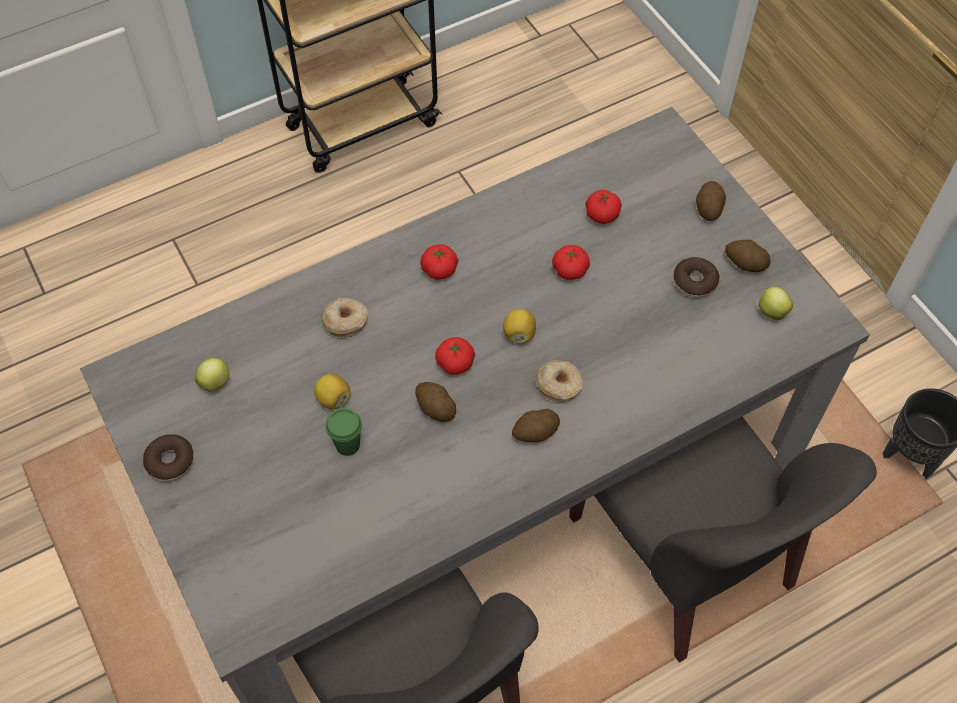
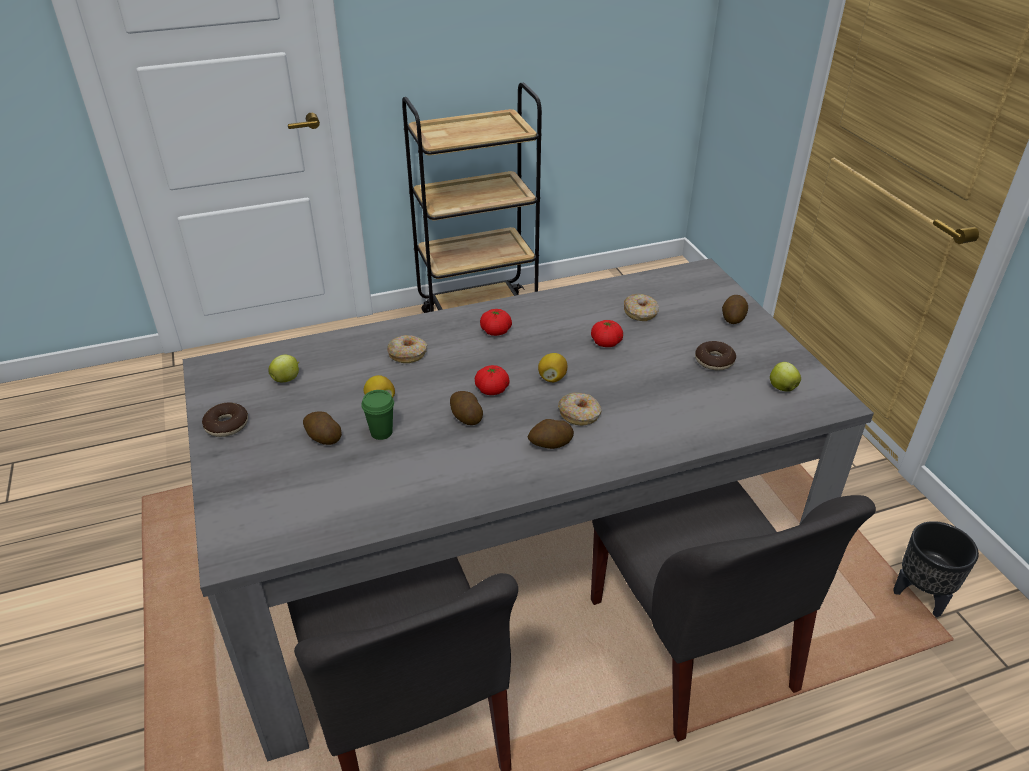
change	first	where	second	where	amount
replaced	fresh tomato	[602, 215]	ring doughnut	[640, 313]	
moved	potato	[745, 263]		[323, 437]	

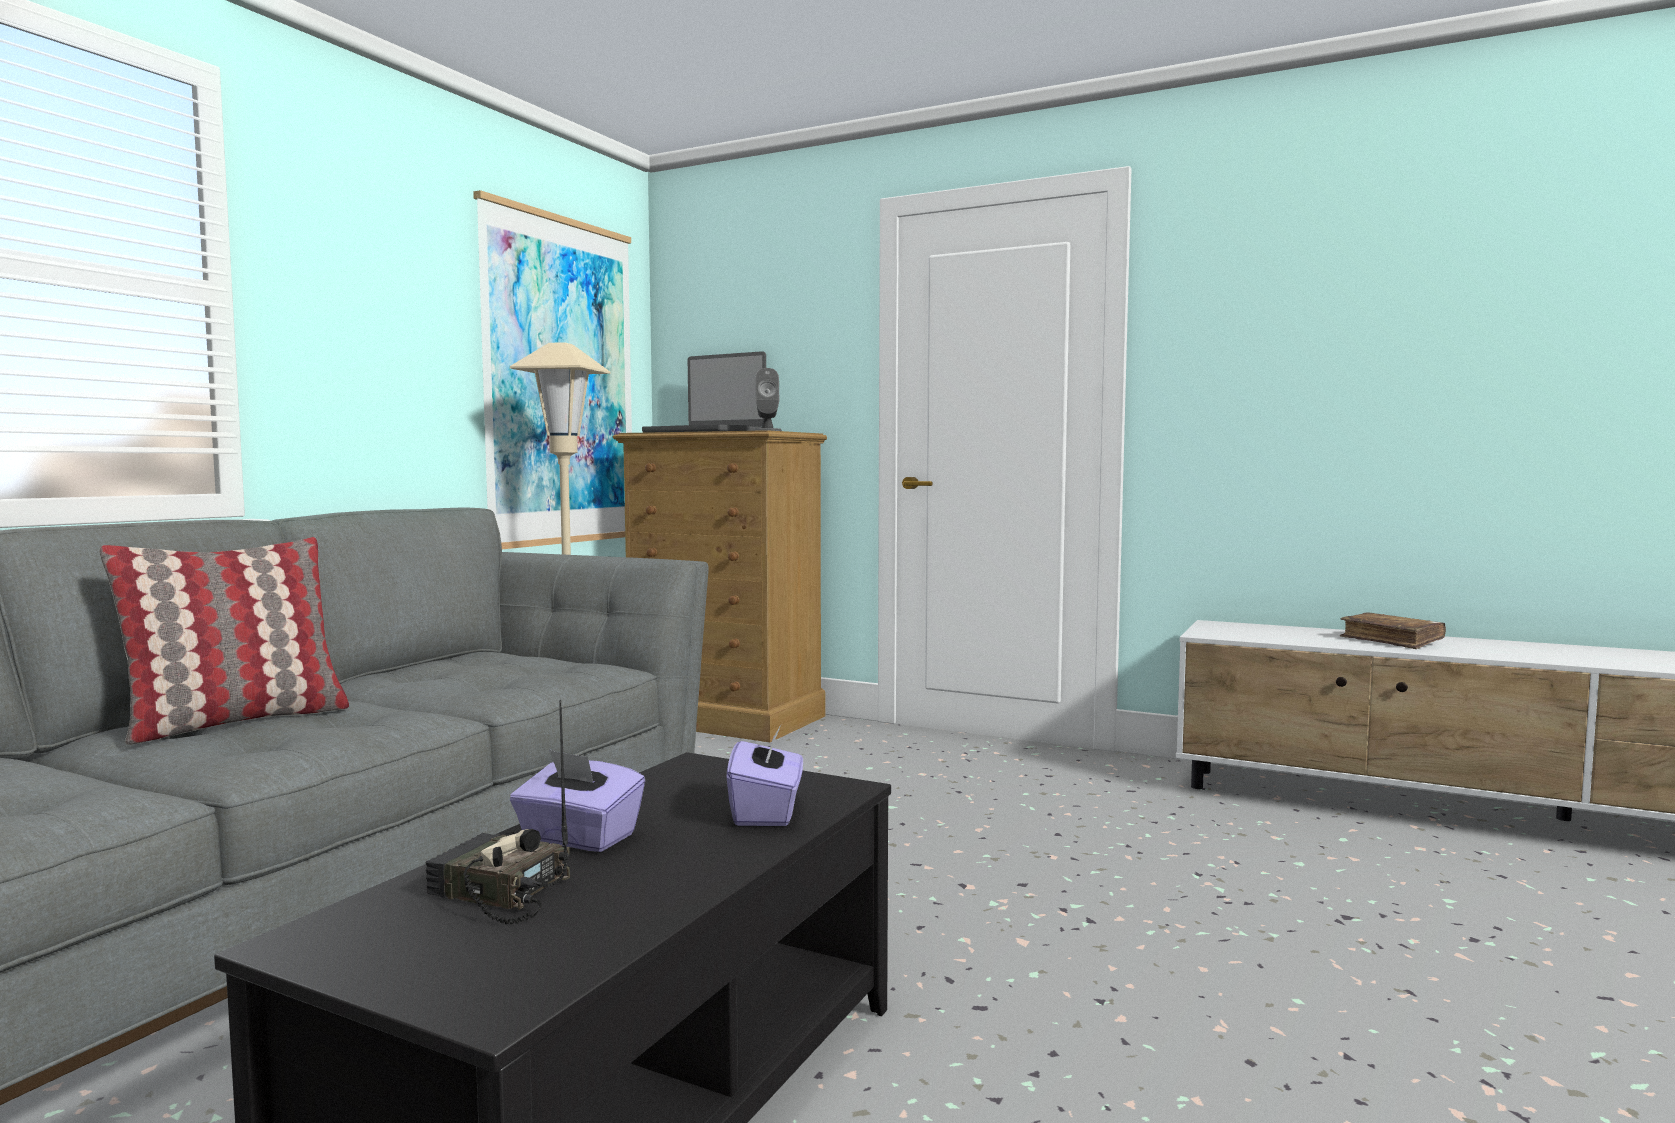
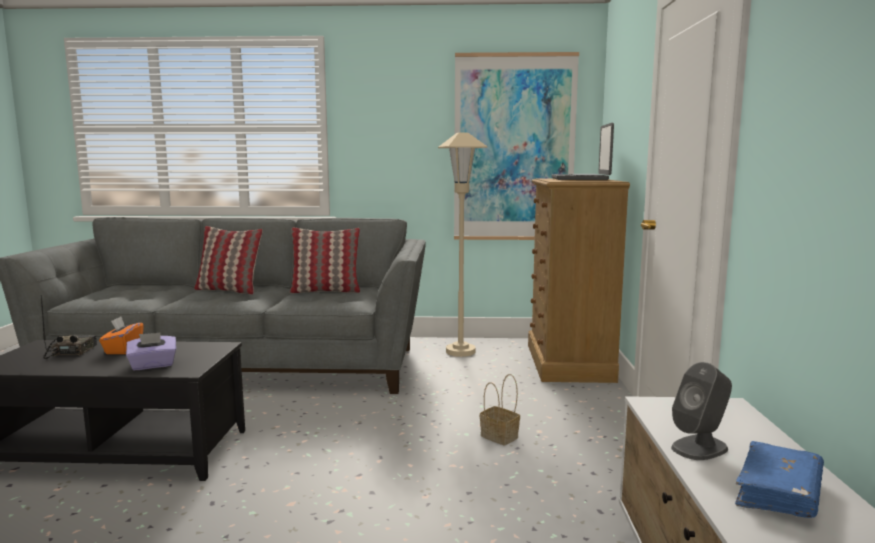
change	first	where	second	where	amount
recoloured	purple-coloured box of tissues	[578, 838]	orange box of tissues	[123, 349]	
moved	greyish speaker	[767, 431]		[700, 447]	
recoloured	brownish volume	[1391, 641]	blue-coloured volume	[778, 492]	
added			cushion	[325, 291]	
added			household basket	[500, 437]	

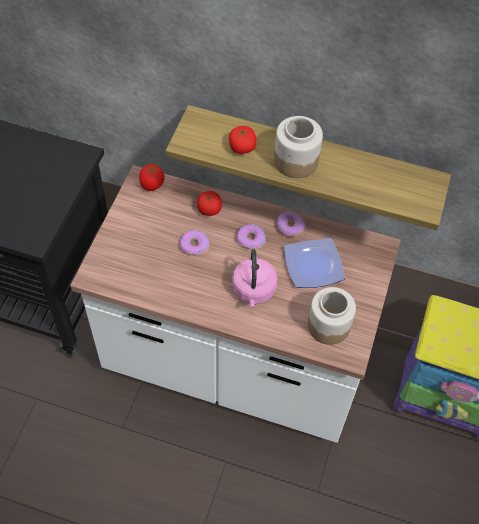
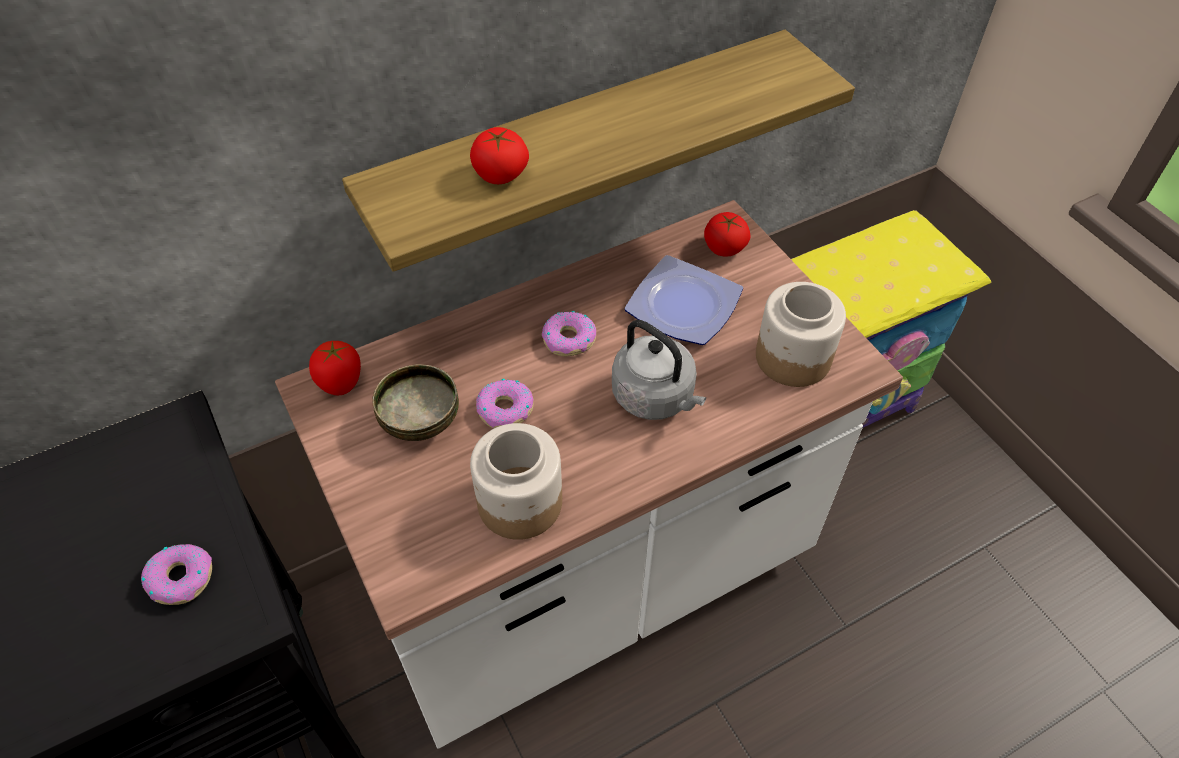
change	first	where	second	where	amount
moved	fresh tomato	[209, 209]		[724, 248]	
recoloured	pink water kettle	[254, 291]	greyish water kettle	[656, 397]	
moved	storage jar	[295, 160]		[518, 502]	
moved	ring doughnut	[290, 226]		[181, 578]	
added			deep dish	[420, 421]	

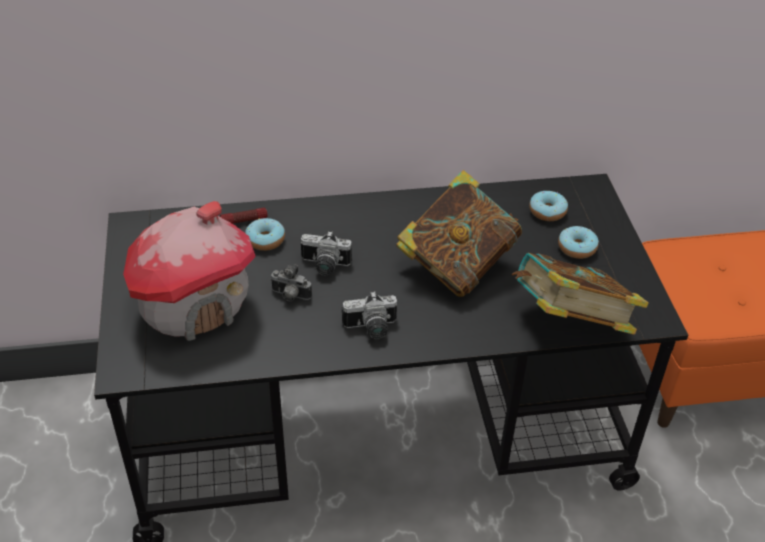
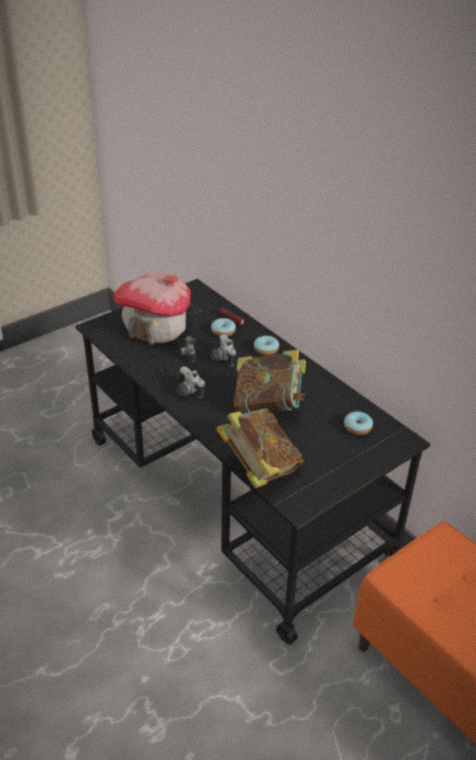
change	first	where	second	where	amount
moved	ring doughnut	[576, 248]		[266, 349]	

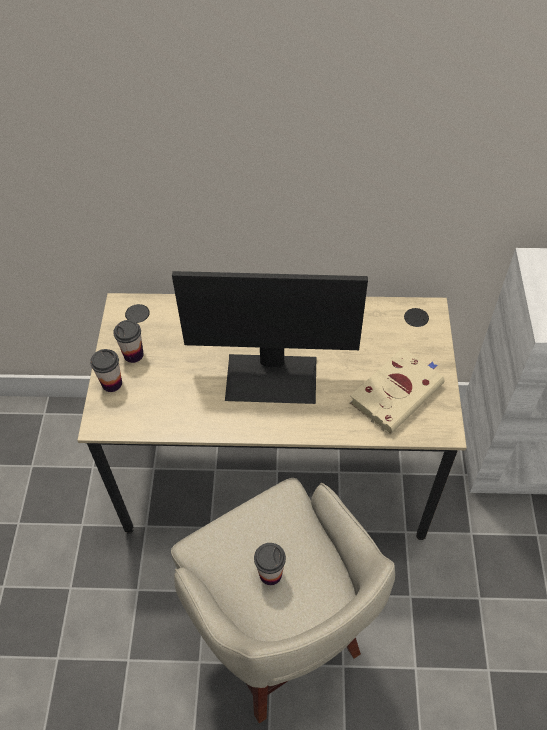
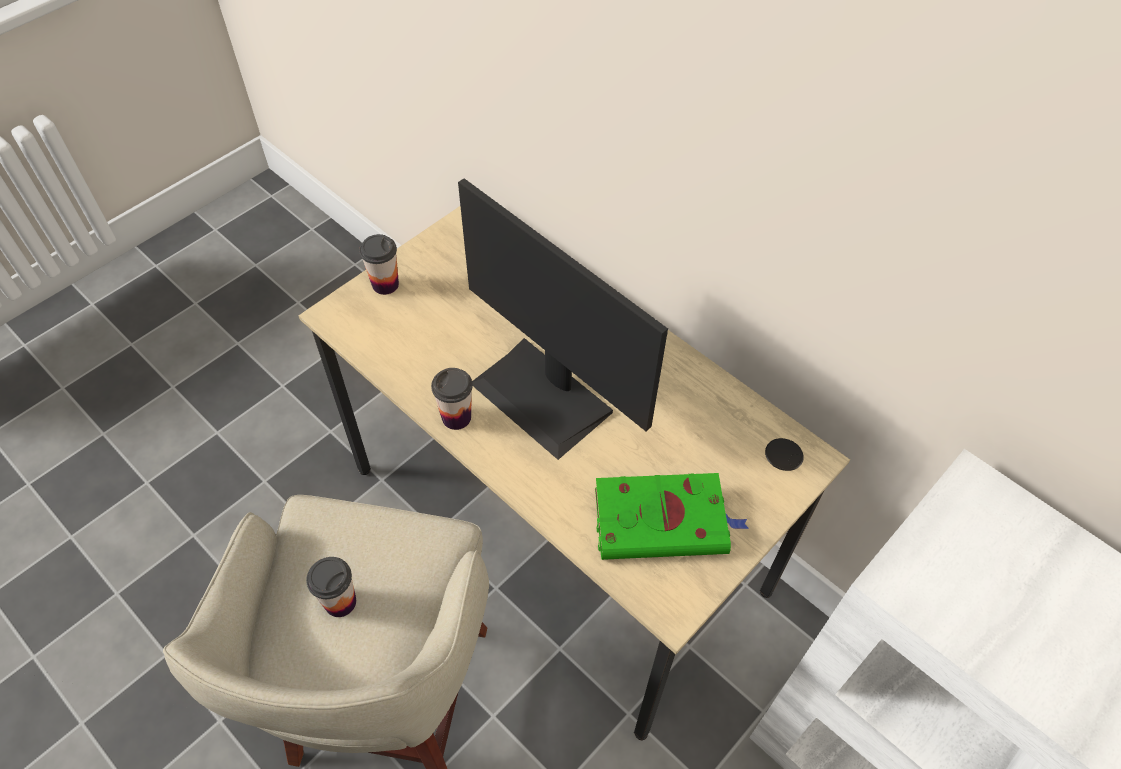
change	first	where	second	where	amount
moved	drinking cup	[133, 354]		[456, 417]	
recoloured	beige-coloured volume	[397, 392]	greenish volume	[664, 520]	

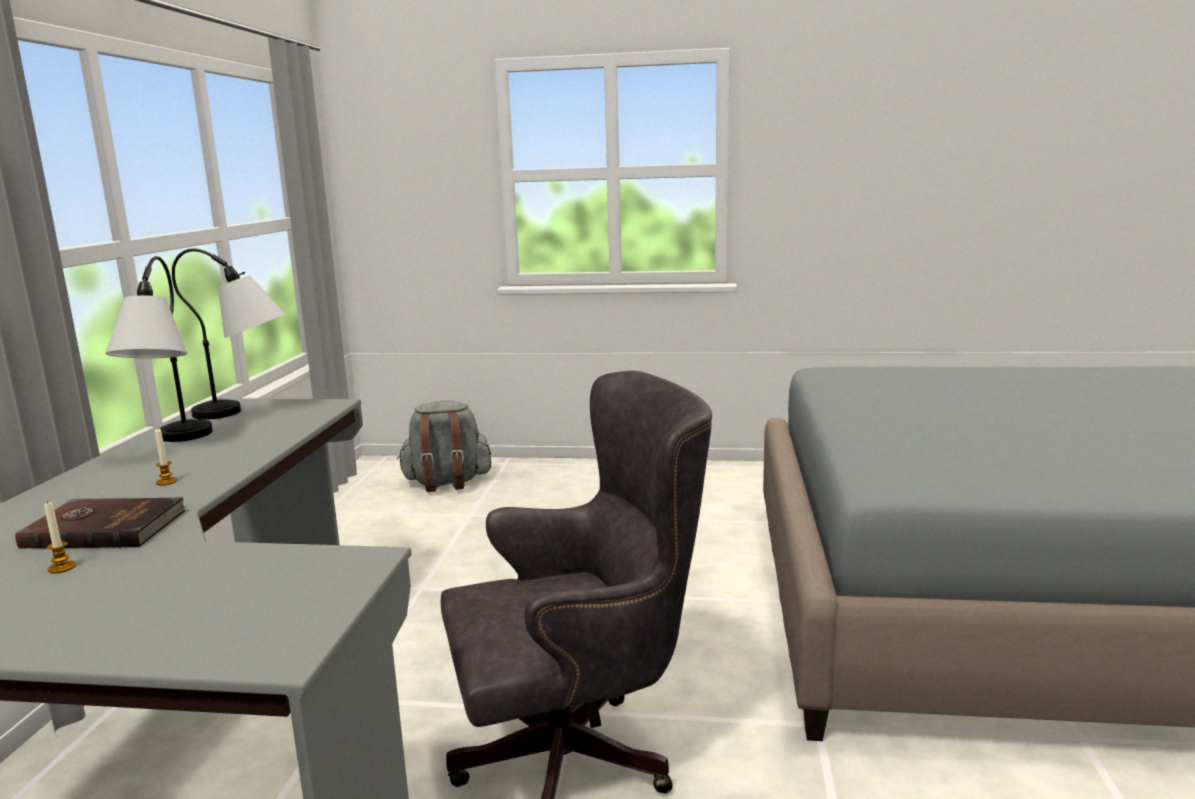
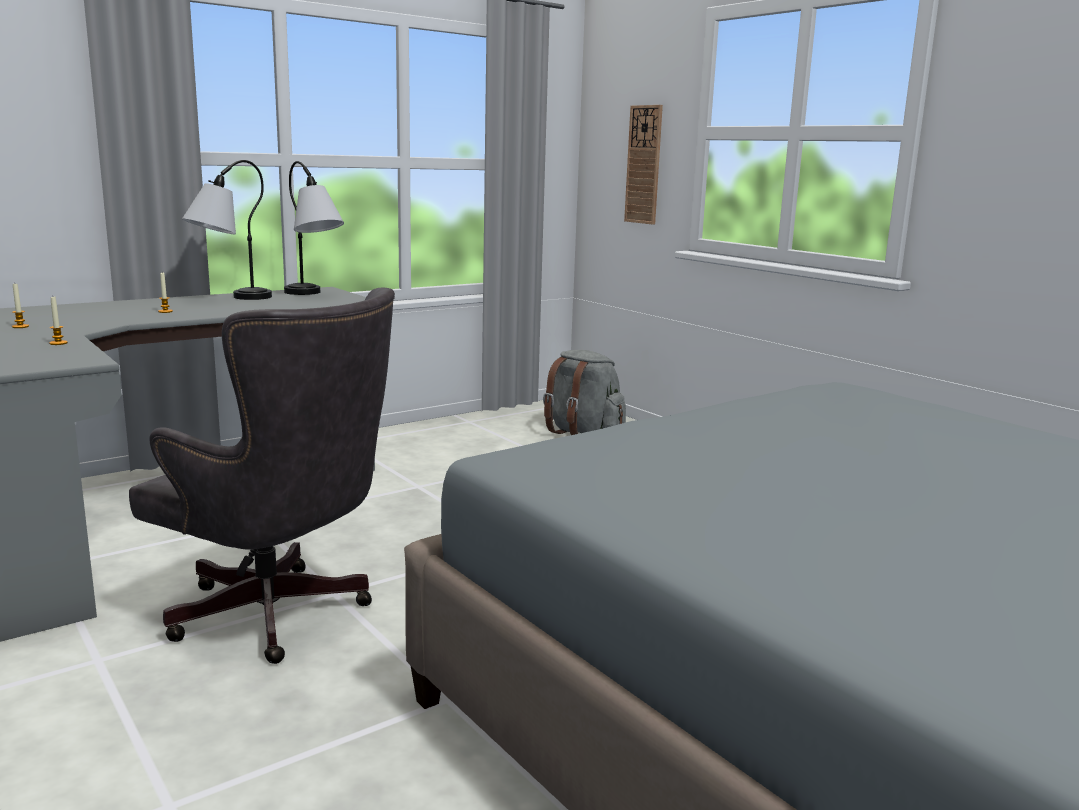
change	first	where	second	where	amount
removed	brownish volume	[105, 528]			
added			candle	[58, 343]	
added			wall clock	[644, 165]	

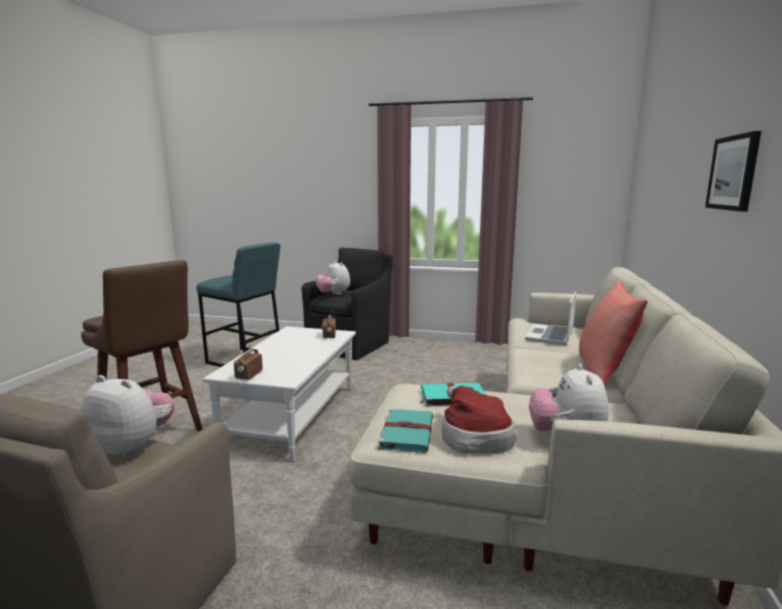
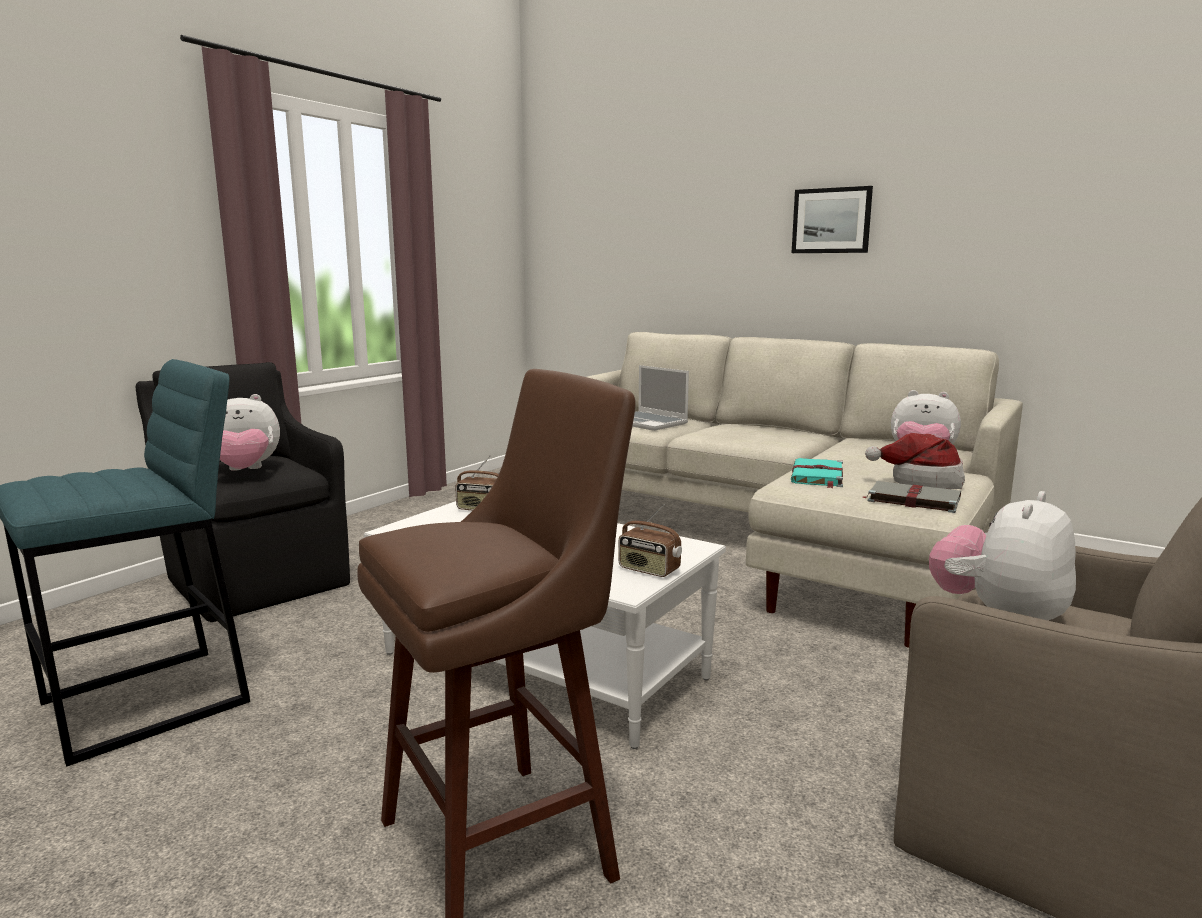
change	first	where	second	where	amount
recoloured	turquoise volume	[407, 432]	greyish volume	[912, 499]	
removed	red cushion	[603, 372]			

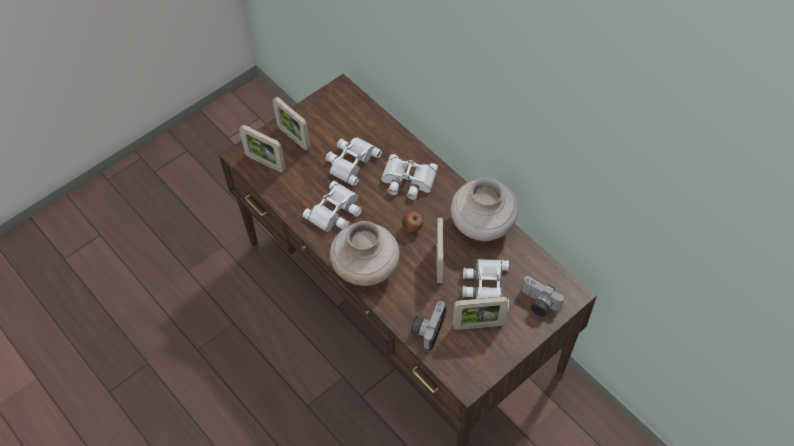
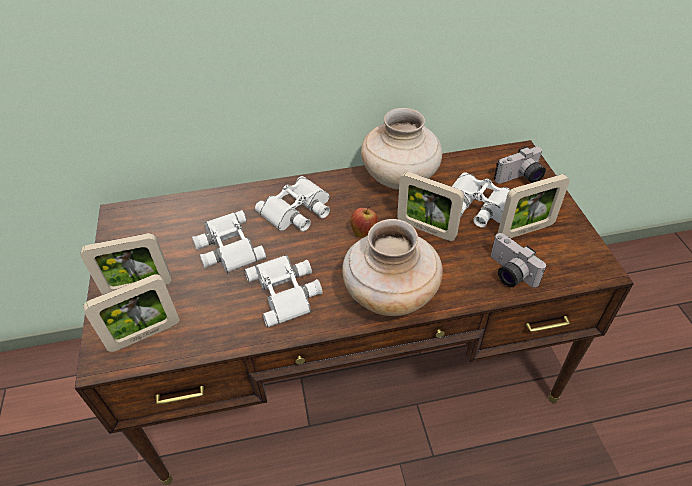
change	first	where	second	where	amount
turned	picture frame	[478, 325]		[525, 230]	45 degrees clockwise

